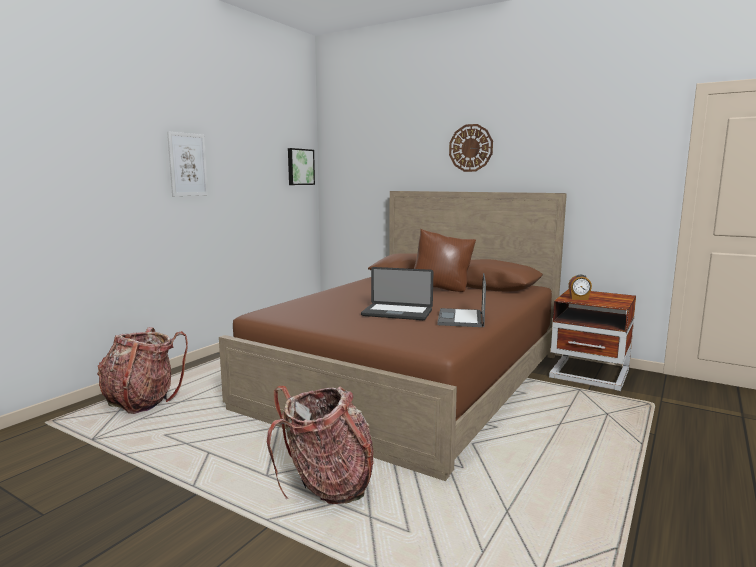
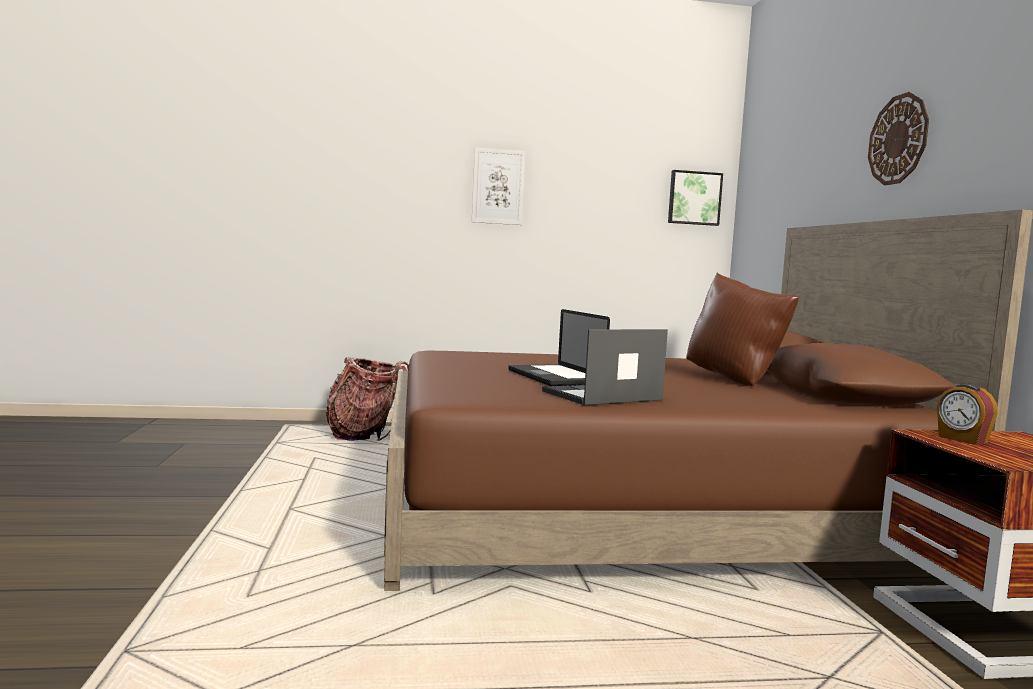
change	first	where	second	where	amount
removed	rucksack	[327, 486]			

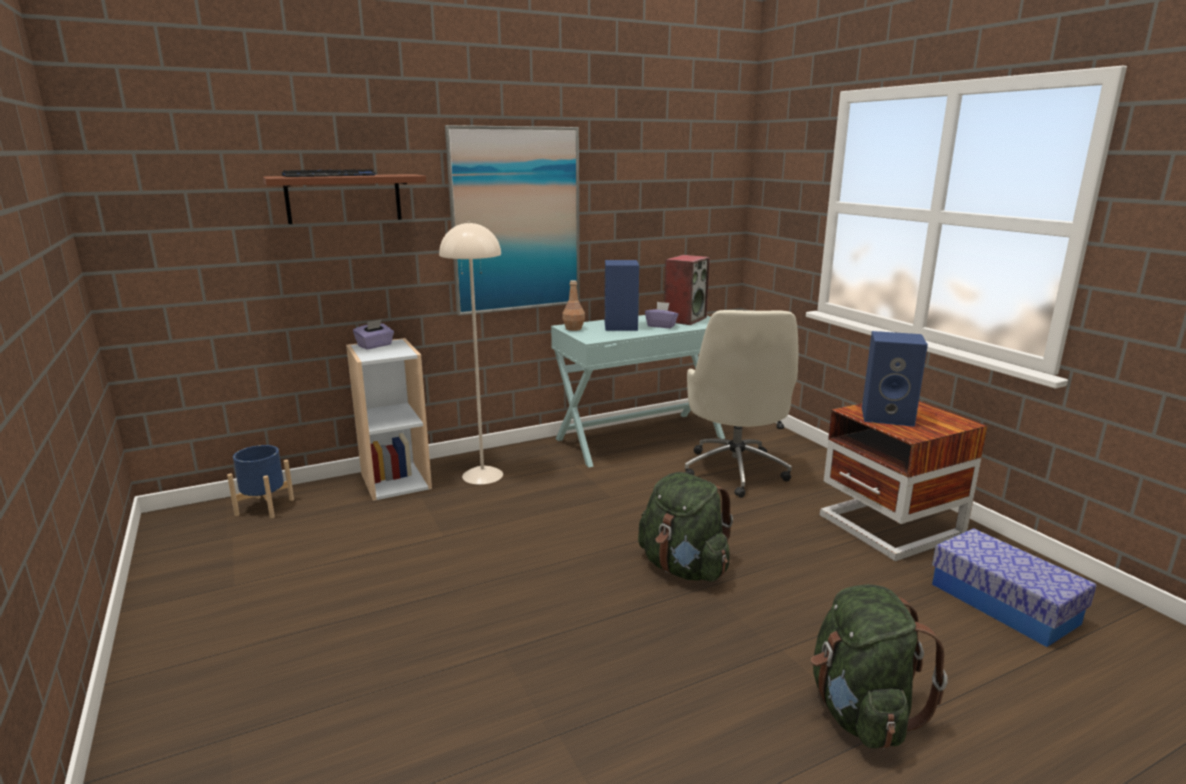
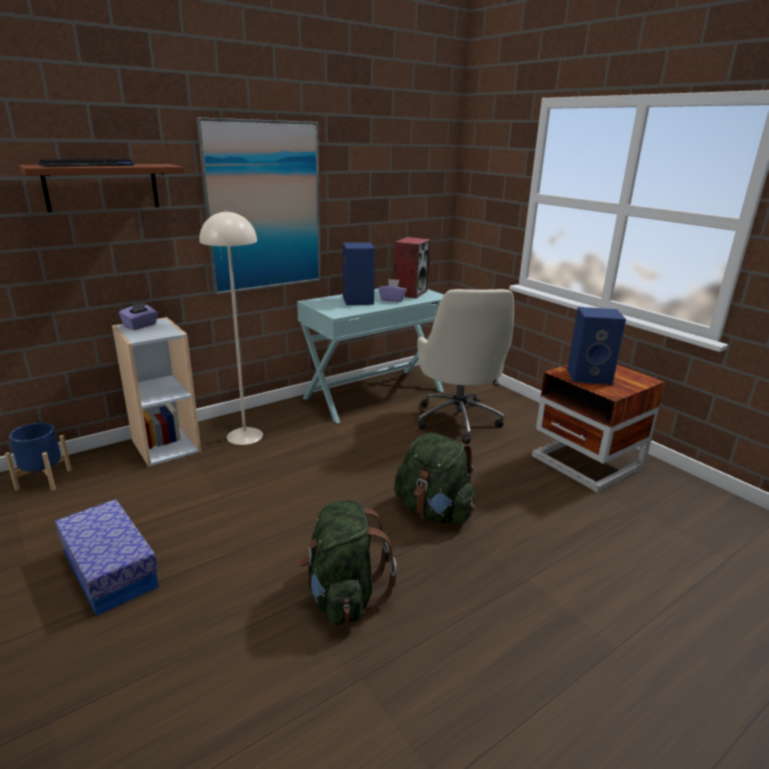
change	first	where	second	where	amount
removed	brownish drink bottle	[574, 328]			
moved	greenish rucksack	[860, 712]		[343, 596]	
moved	storage box	[1003, 603]		[110, 570]	

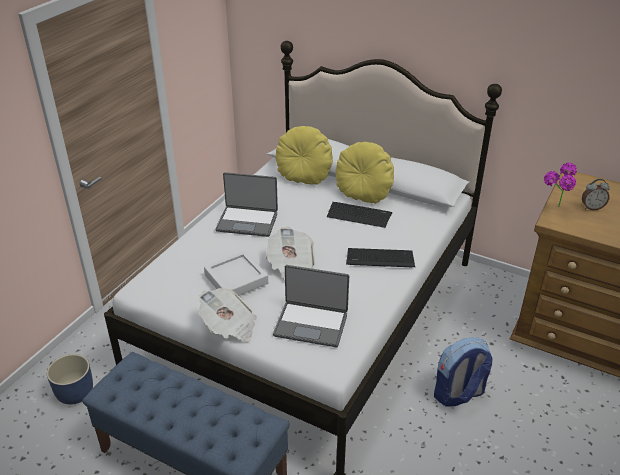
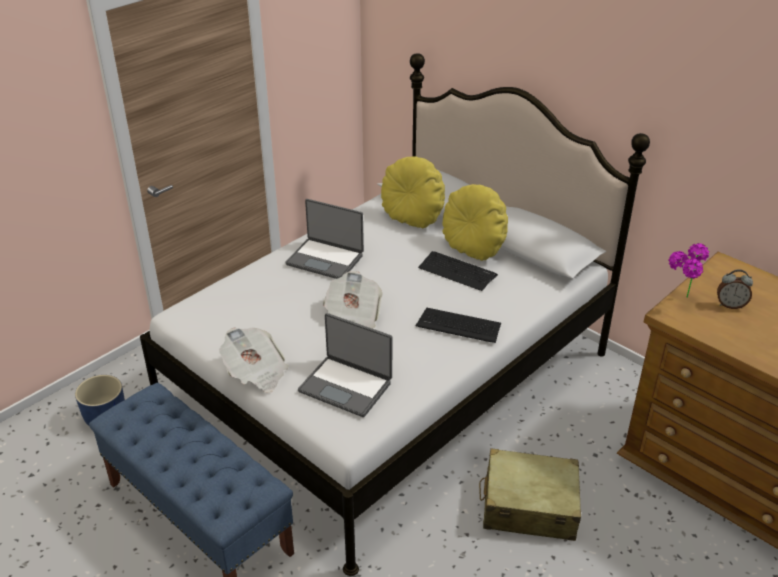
change	first	where	second	where	amount
removed	greyish serving tray	[236, 279]			
replaced	rucksack	[458, 394]	beige-coloured travel case	[529, 506]	

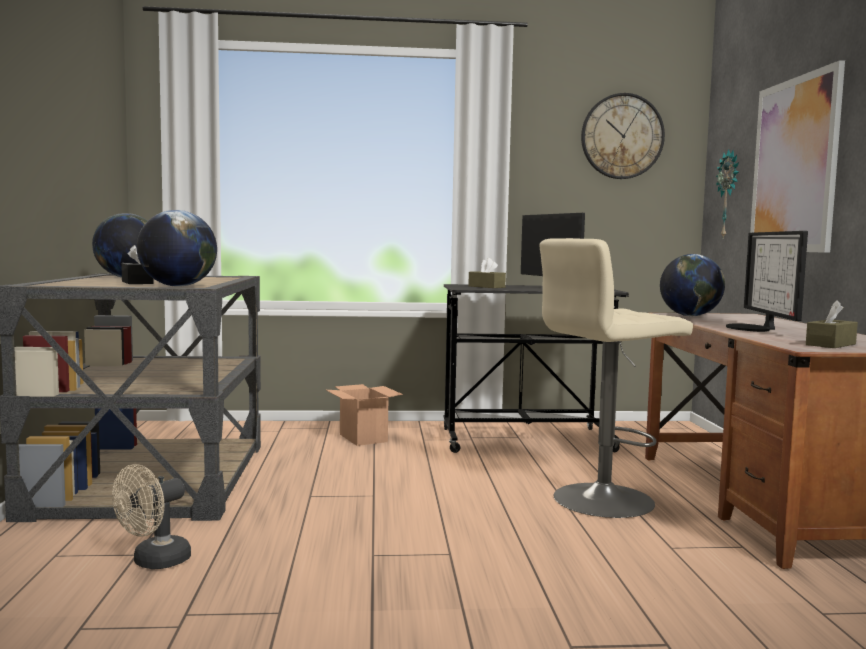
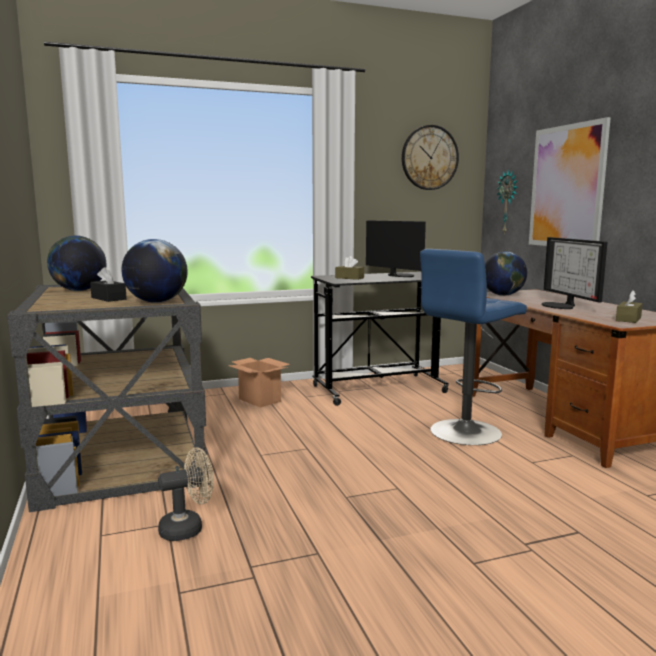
change	first	where	second	where	amount
turned	beige-coloured fan	[154, 562]		[188, 528]	135 degrees counterclockwise
recoloured	beige-coloured sitting stool	[601, 500]	blue-coloured sitting stool	[464, 432]	

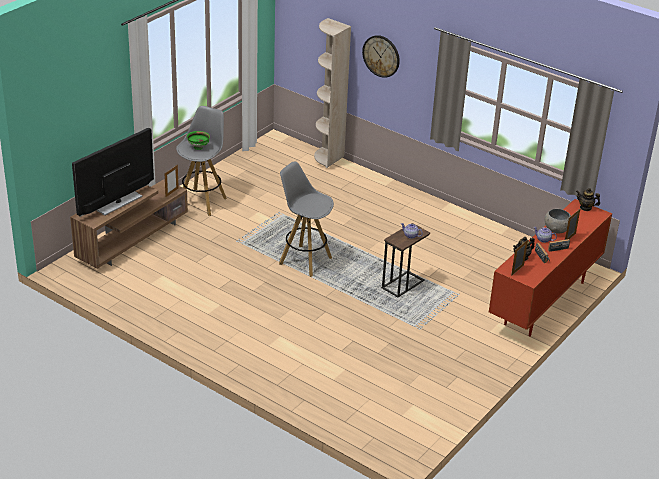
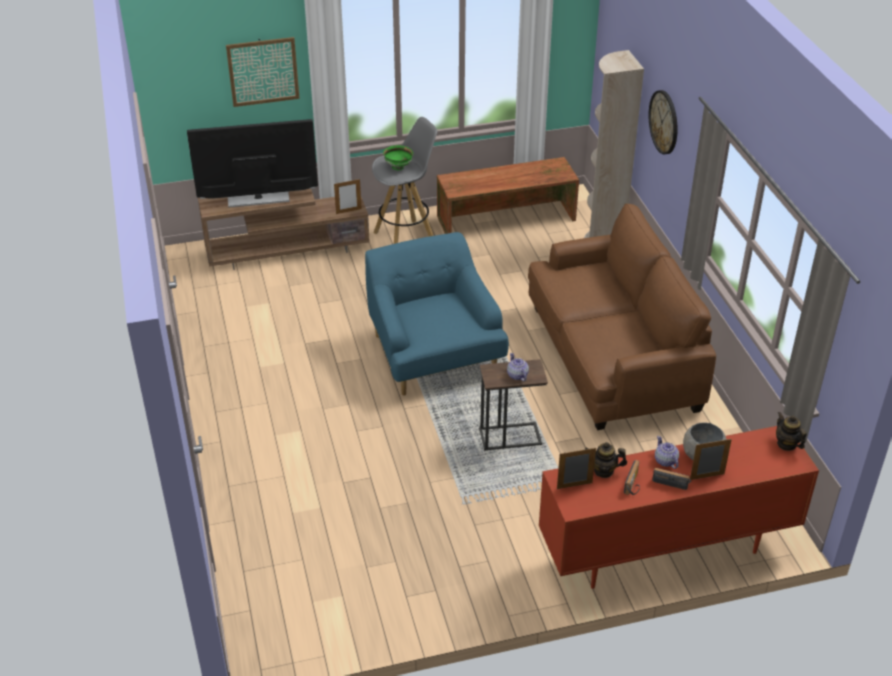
change	first	where	second	where	amount
replaced	greyish sitting stool	[304, 260]	blue-coloured armchair	[433, 353]	
added			wall art	[263, 70]	
added			brownish indoor bench	[506, 217]	
added			brownish settee	[612, 357]	

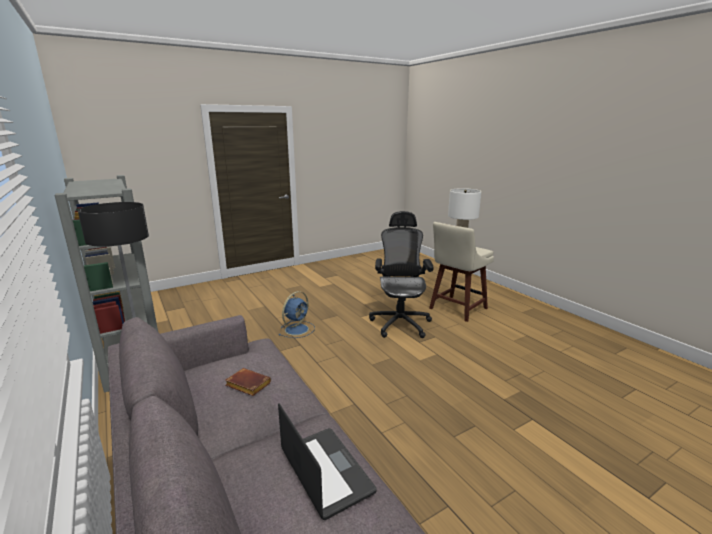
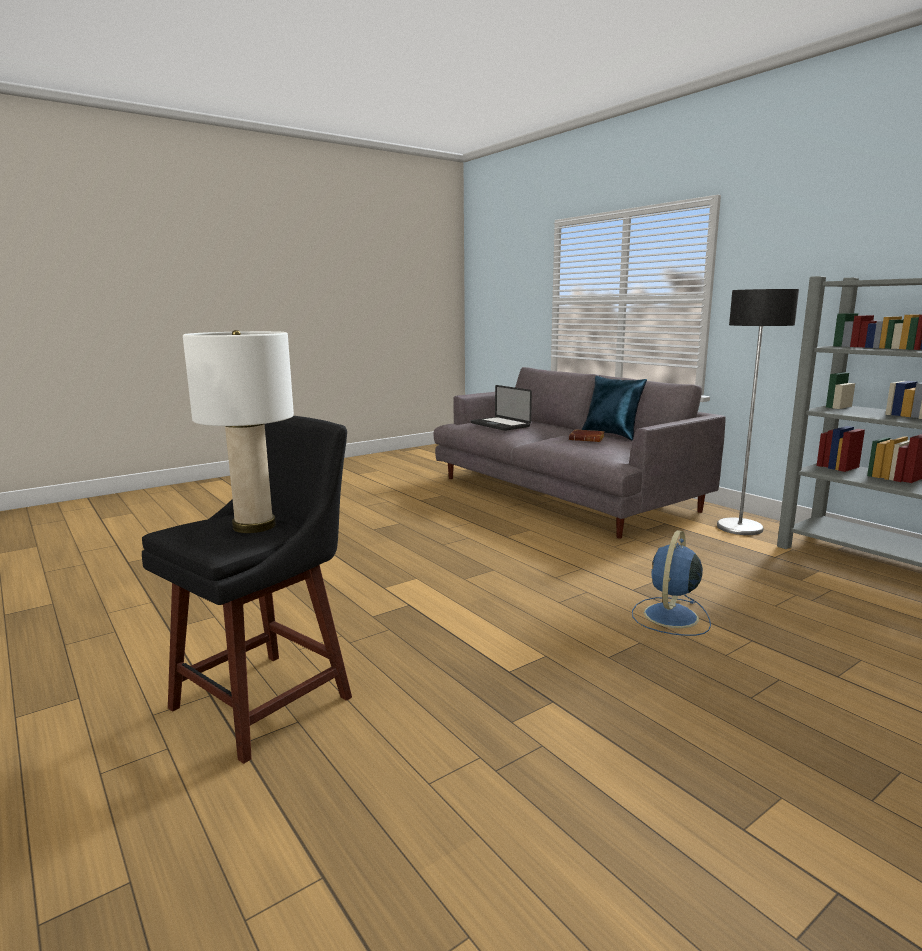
change	first	where	second	where	amount
removed	desk chair	[400, 323]			
recoloured	beige-coloured sitting stool	[456, 309]	blackish sitting stool	[269, 699]	
added			blue-coloured cushion	[612, 435]	

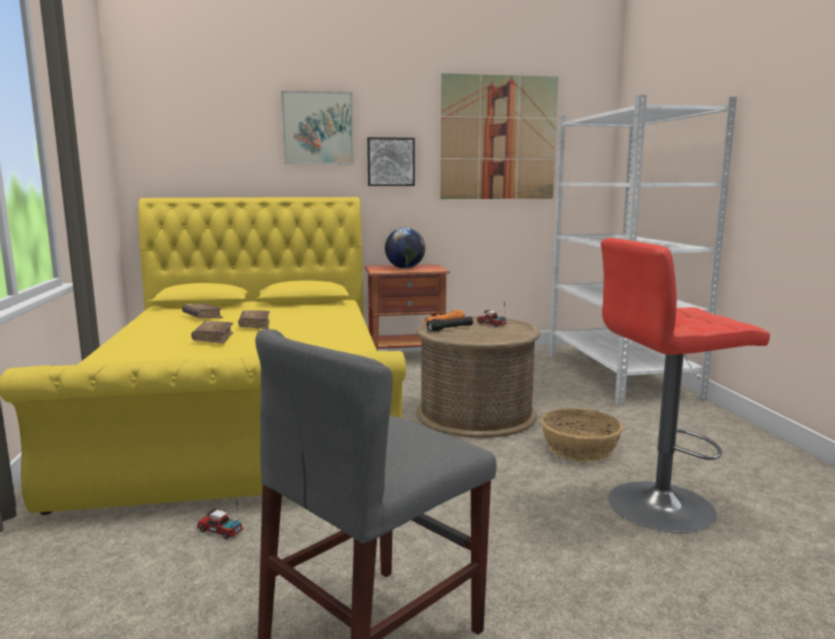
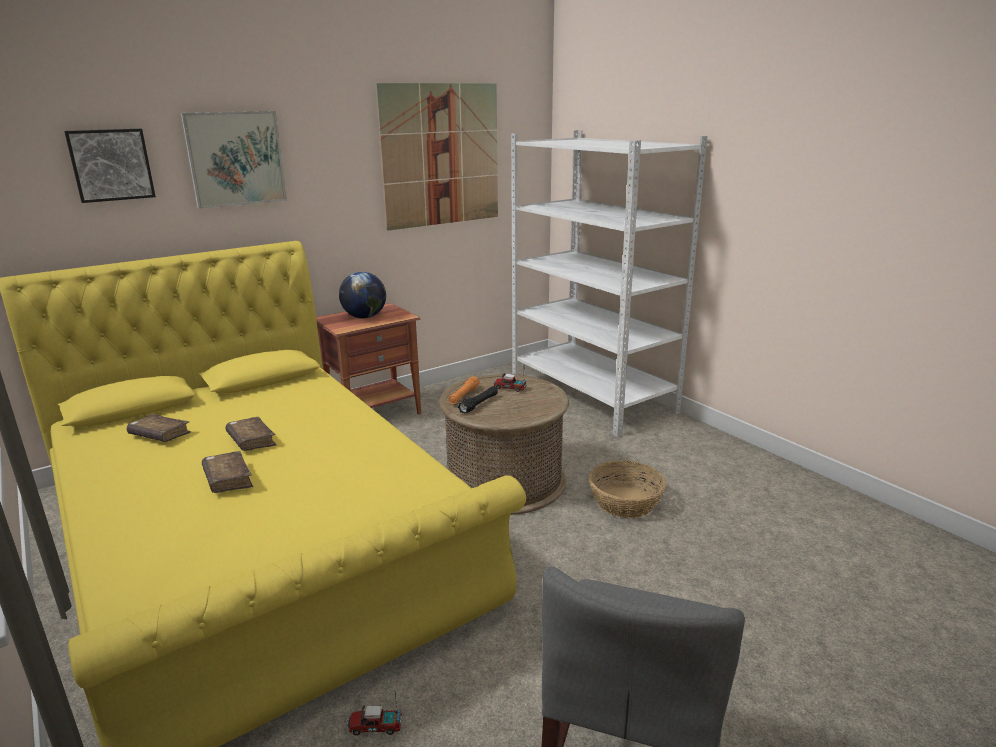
change	first	where	second	where	amount
moved	wall art	[390, 162]		[111, 165]	
removed	red sitting stool	[659, 506]			

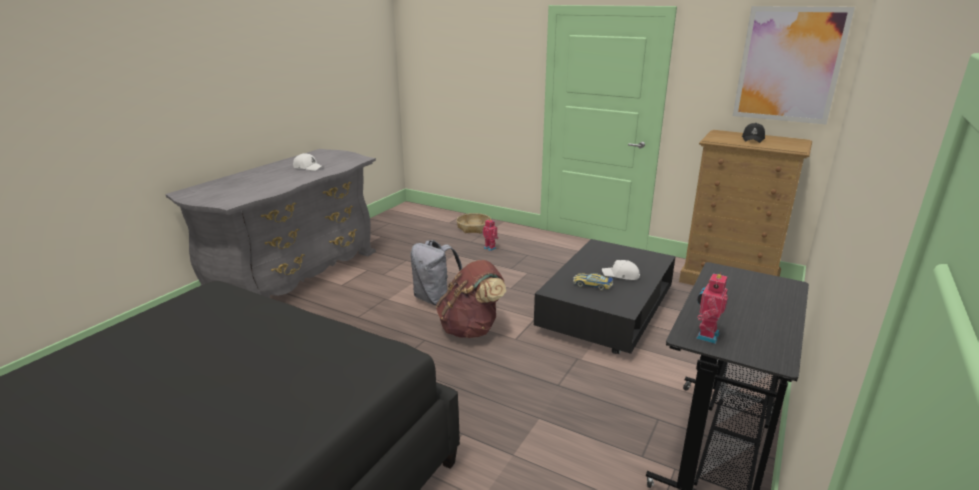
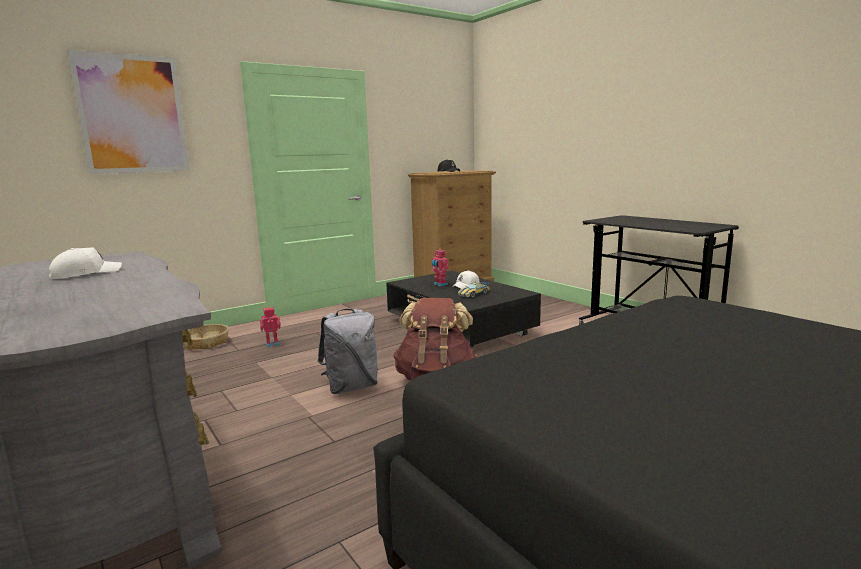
change	first	where	second	where	amount
moved	robot figure	[705, 335]		[440, 284]	
moved	wall art	[789, 65]		[132, 114]	

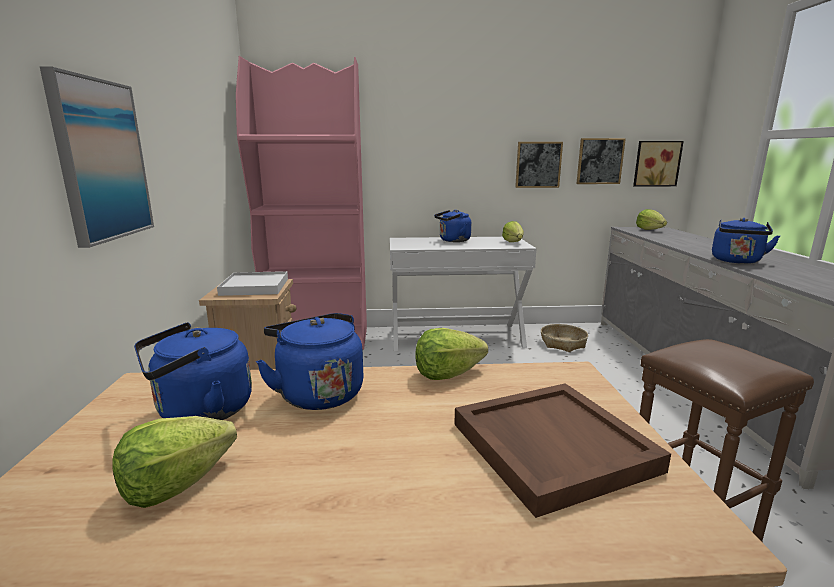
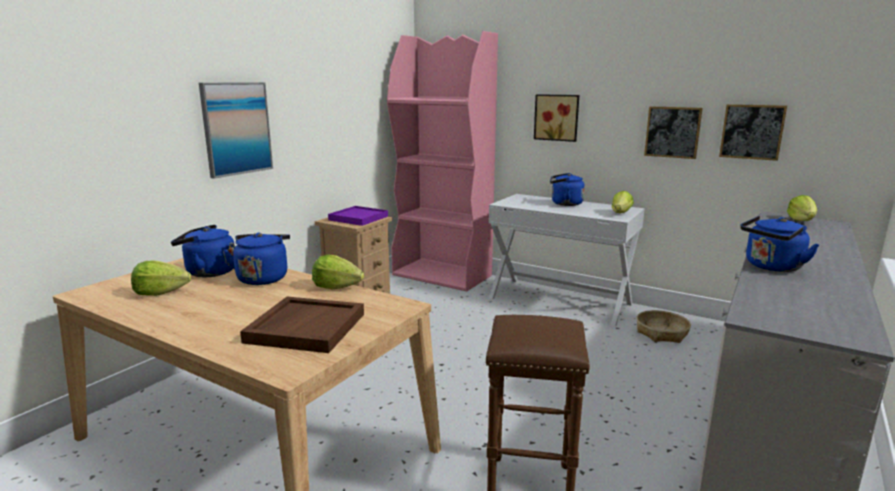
change	first	where	second	where	amount
recoloured	white serving tray	[255, 287]	purple-coloured serving tray	[358, 218]	
moved	wall art	[656, 163]		[557, 117]	

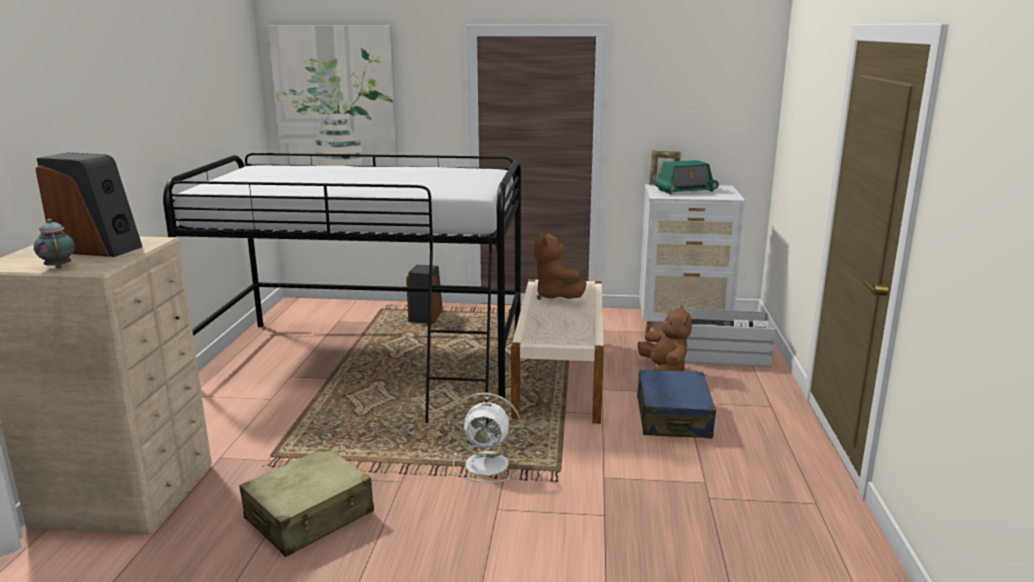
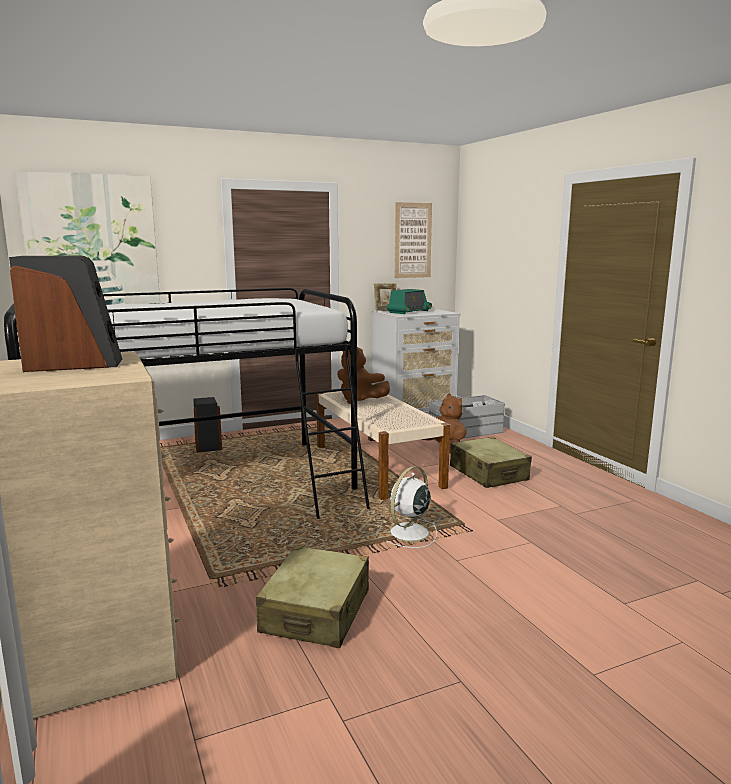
change	first	where	second	where	amount
removed	tea pot	[58, 267]			
turned	white fan	[489, 464]		[408, 533]	150 degrees clockwise
recoloured	blue-coloured travel case	[673, 417]	beige-coloured travel case	[488, 474]	
added			wall art	[412, 240]	

